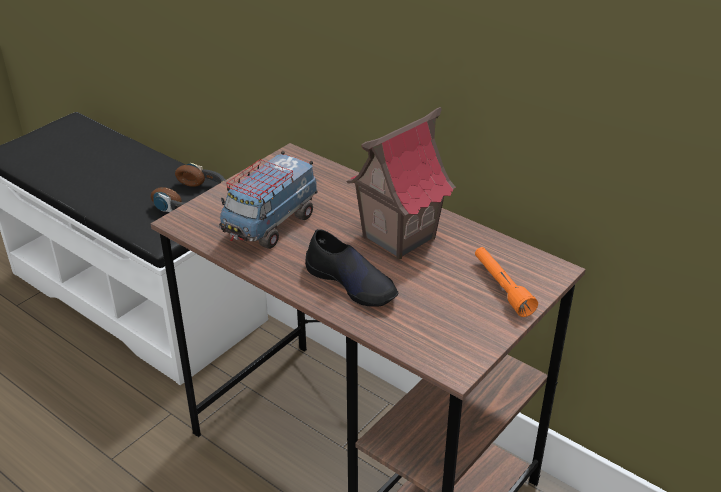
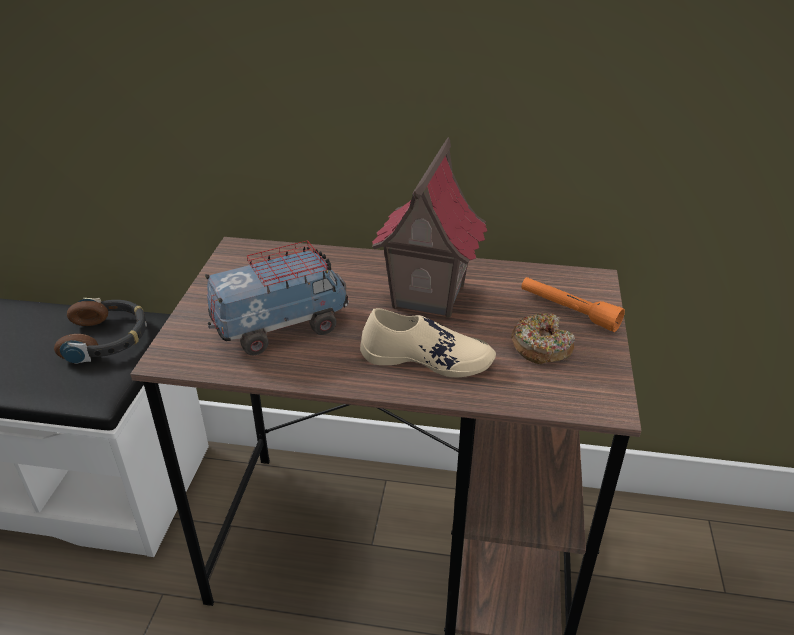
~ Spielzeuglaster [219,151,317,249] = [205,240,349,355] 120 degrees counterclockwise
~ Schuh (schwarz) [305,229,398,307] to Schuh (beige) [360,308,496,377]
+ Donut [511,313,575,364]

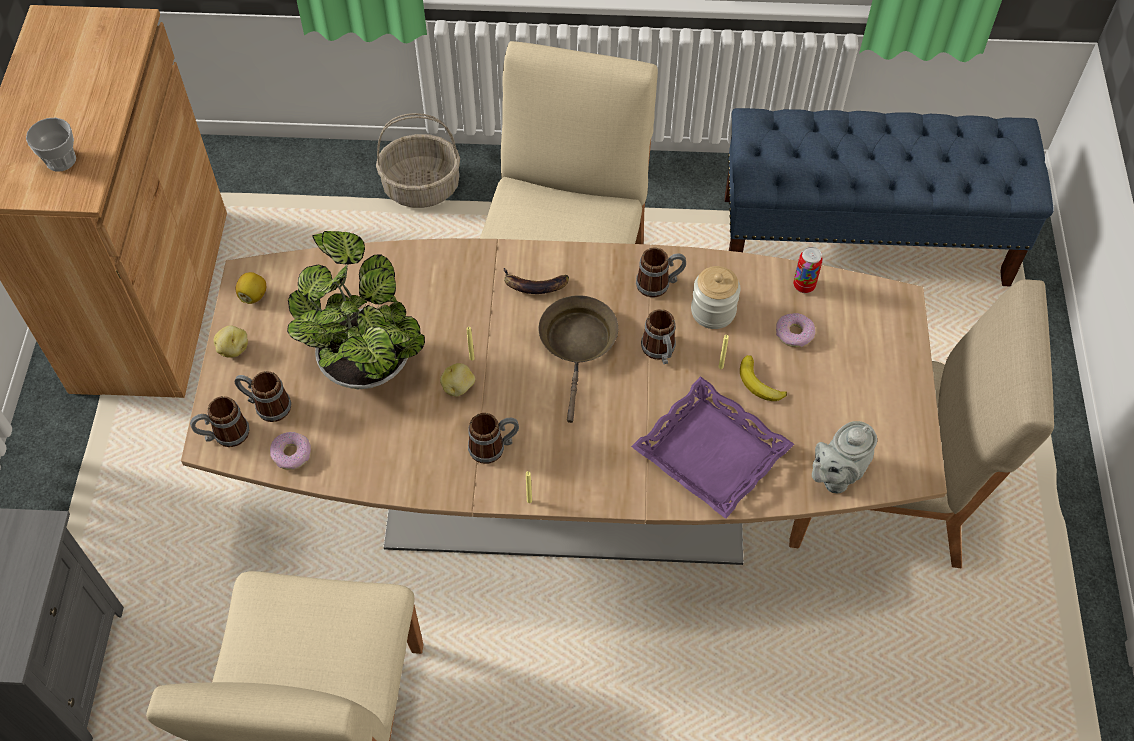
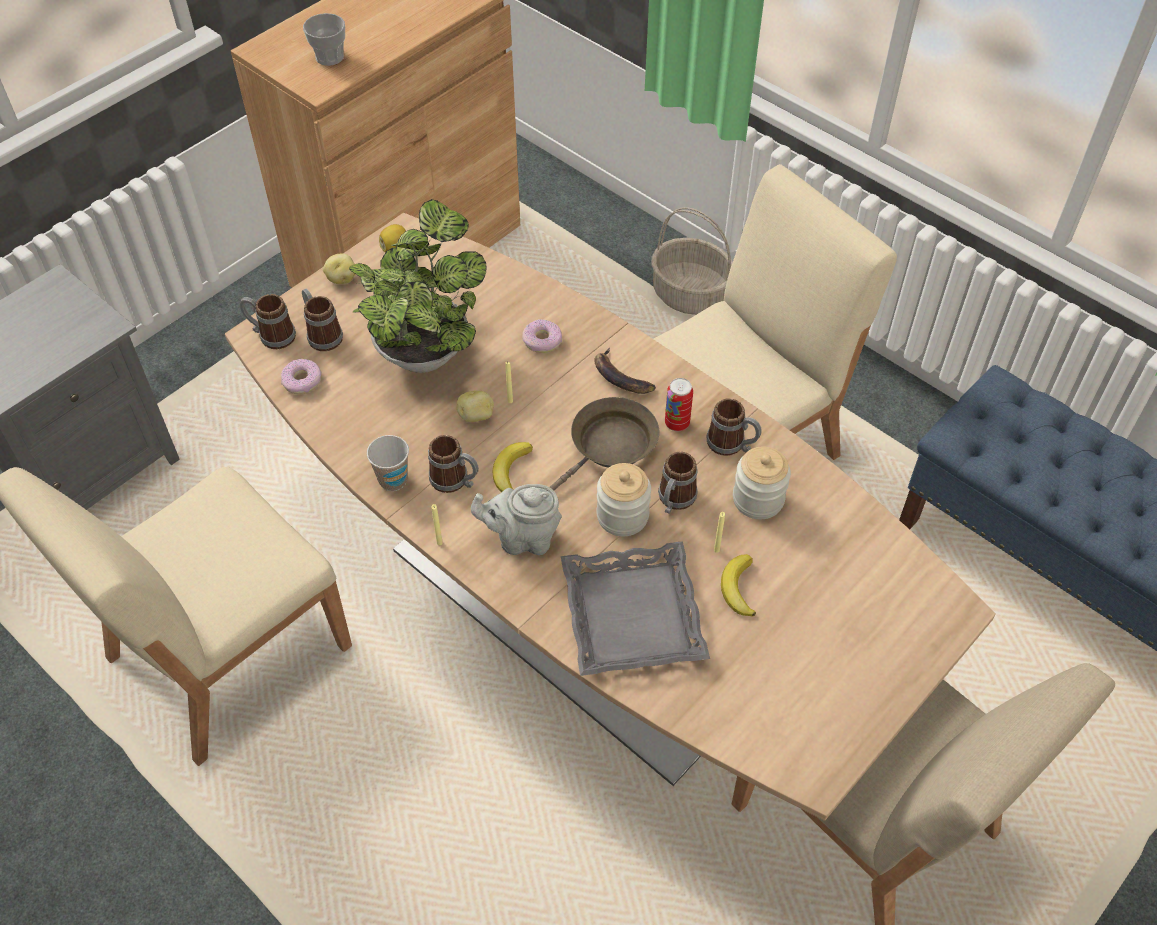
~ Tablett (lila) [631,376,794,519] to Tablett (grau) [561,541,710,676]
~ Donut [776,313,815,347] to [522,319,562,353]
~ Dose [793,247,823,293] to [665,378,693,431]
~ Teekanne (grau) [812,421,877,493] to [471,484,562,555]
+ Tasse [367,435,409,491]
+ Banane [493,442,533,492]
+ Vorratsglas [596,463,651,536]

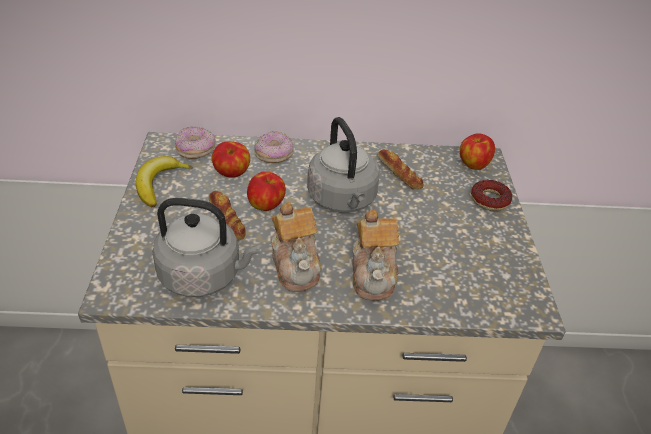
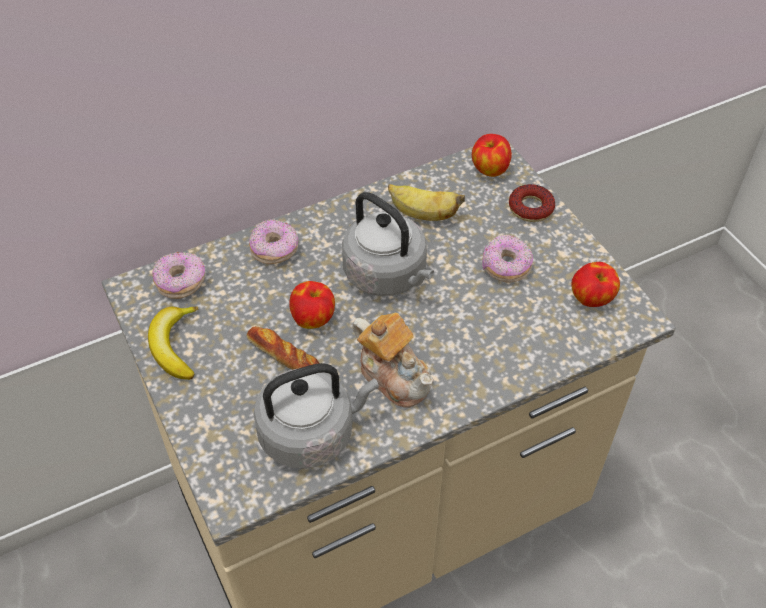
~ Apfel [212,141,250,178] to [571,262,620,307]
- Teekanne [352,210,399,301]
~ Brot [378,149,424,190] to Banane [388,184,465,221]
+ Donut [482,235,533,283]

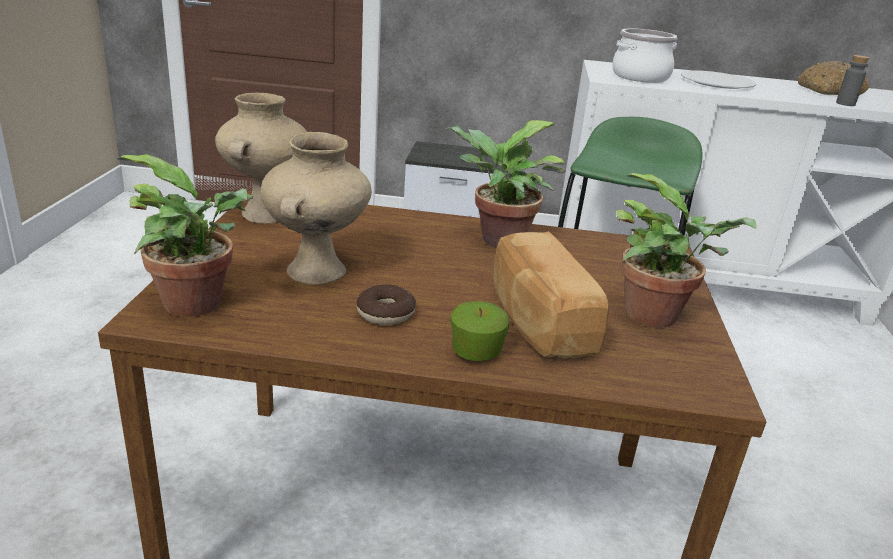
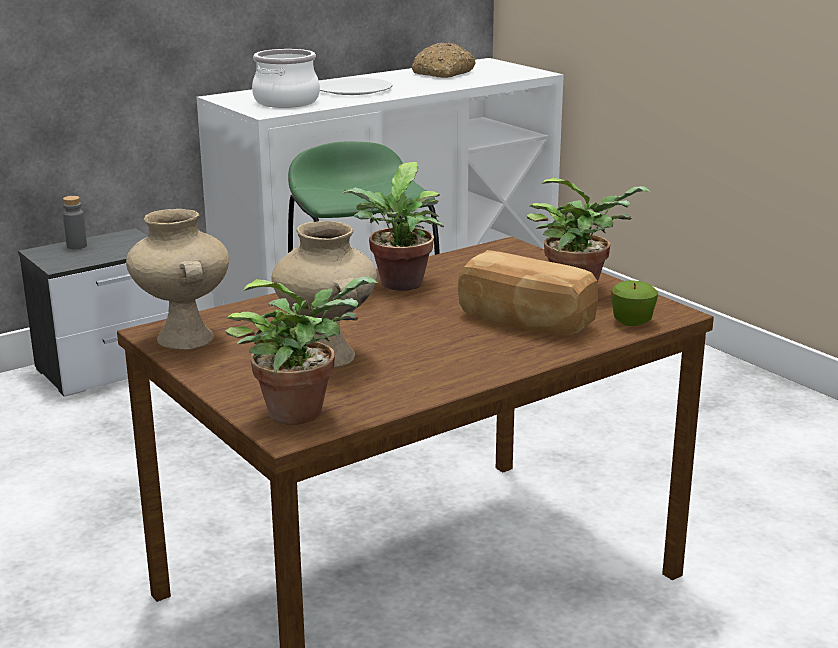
- Donut [356,284,416,325]
~ Apfel [451,301,510,361] to [611,281,658,326]
~ Flasche (grau) [836,55,869,106] to [63,196,87,249]

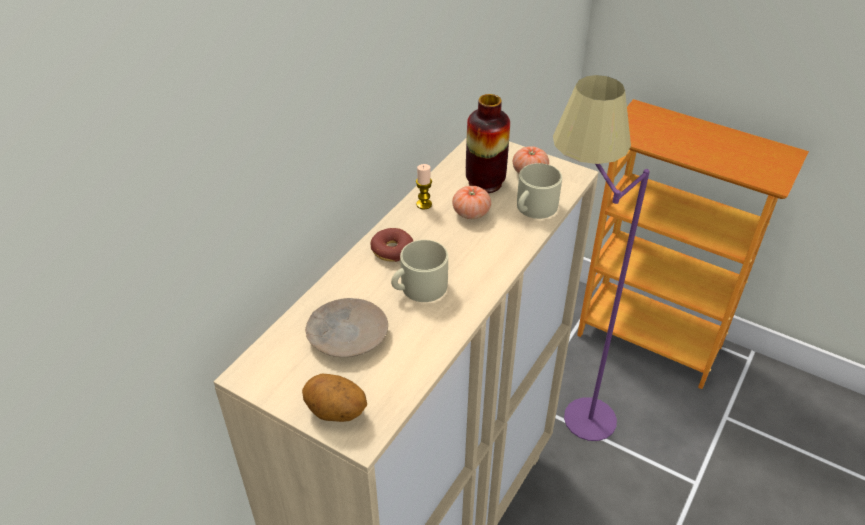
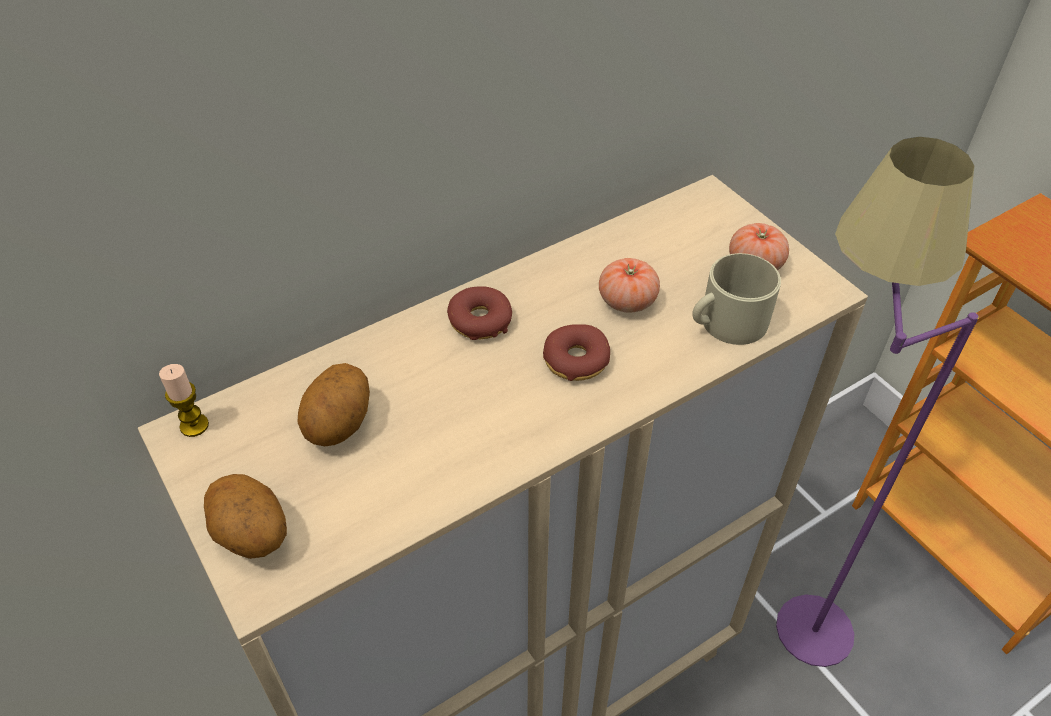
~ Teller (beige) [305,298,388,357] to Kartoffel [297,363,370,446]
- Henkelbecher (beige) [391,240,448,302]
~ Kerze [416,164,432,210] to [159,364,209,437]
- Vase [466,94,510,193]
+ Donut [543,324,610,381]

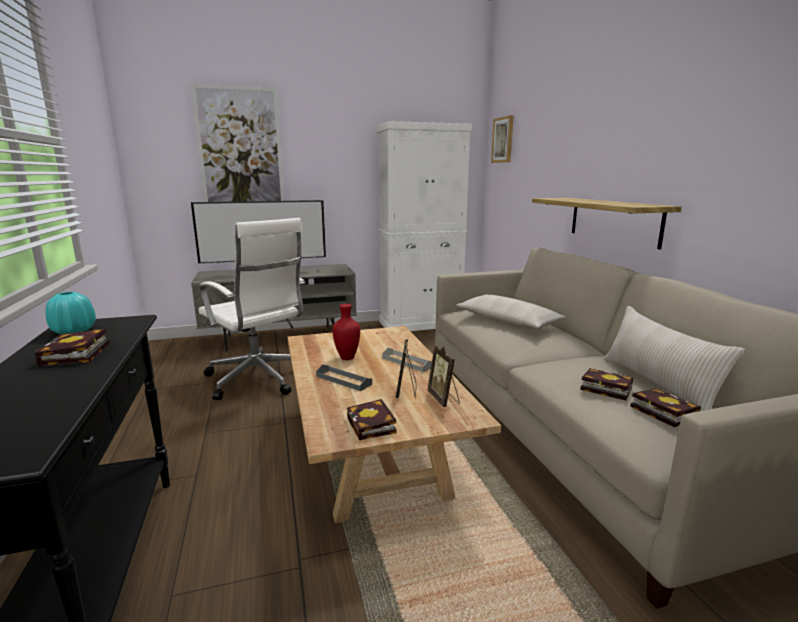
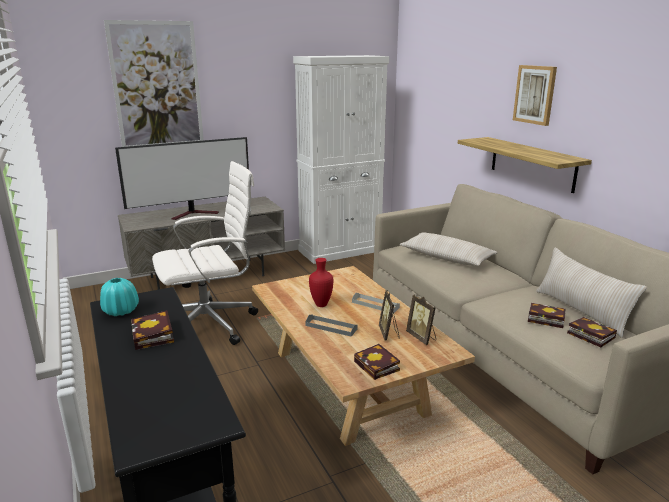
~ Bürostuhl (weiß) [198,218,305,400] = [152,161,258,345] 60 degrees counterclockwise
~ Bild [491,115,514,163] to [513,65,557,126]

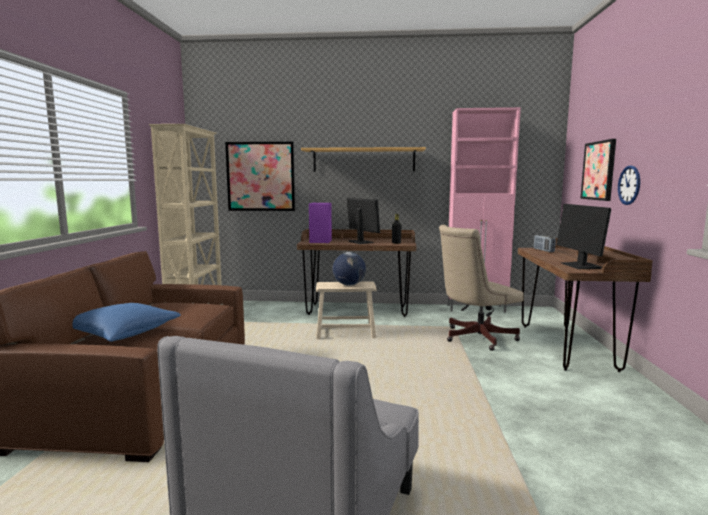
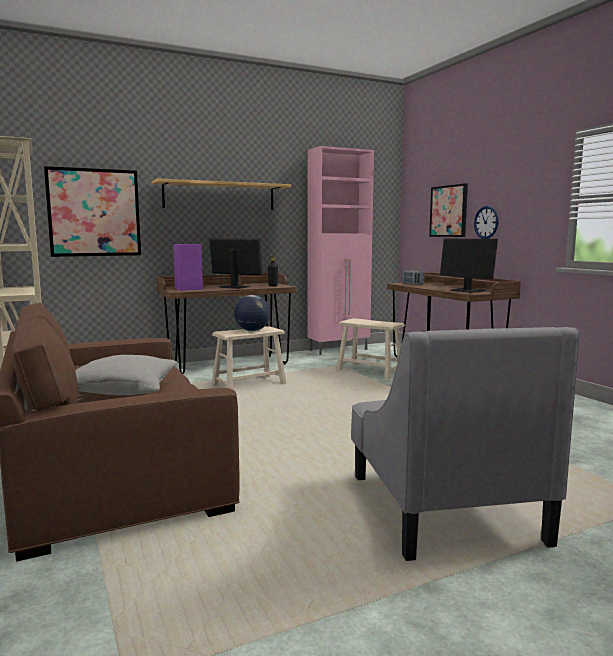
~ Kissen (blau) [72,303,181,342] to Kissen (grau) [75,355,177,395]
~ Bürostuhl (beige) [439,225,524,351] to Hocker (beige) [336,318,405,379]

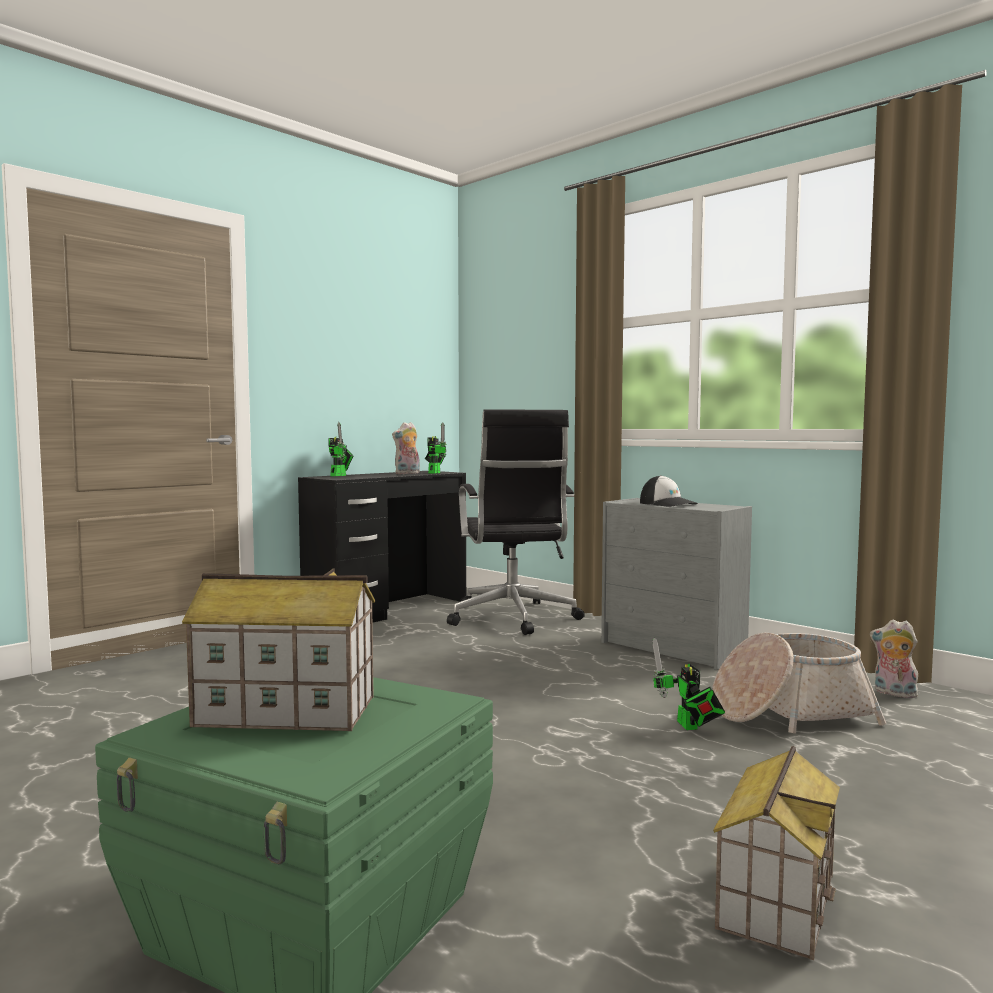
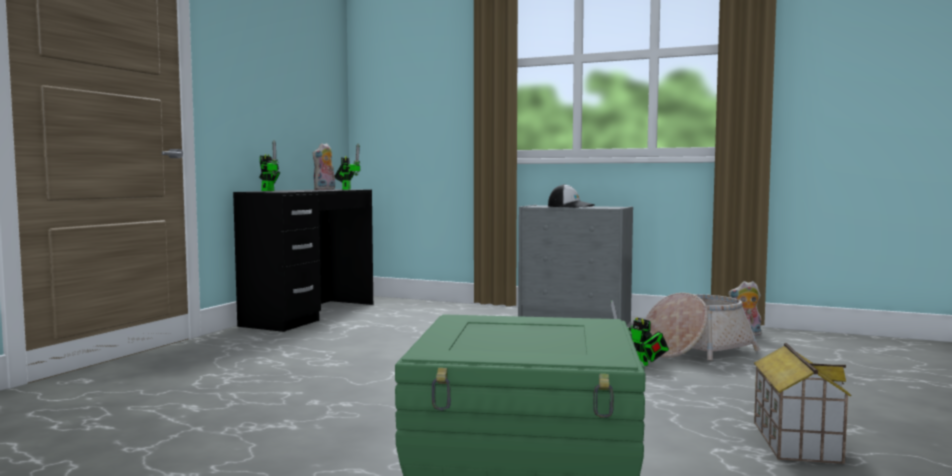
- Spielzeughaus [182,568,375,731]
- Bürostuhl (schwarz) [447,410,585,635]

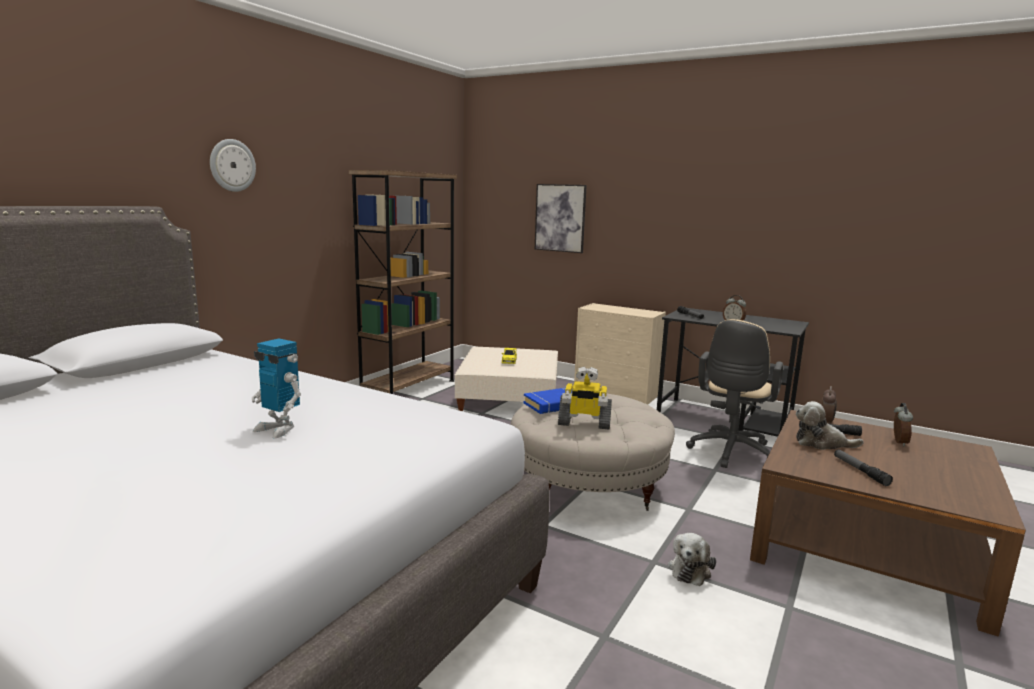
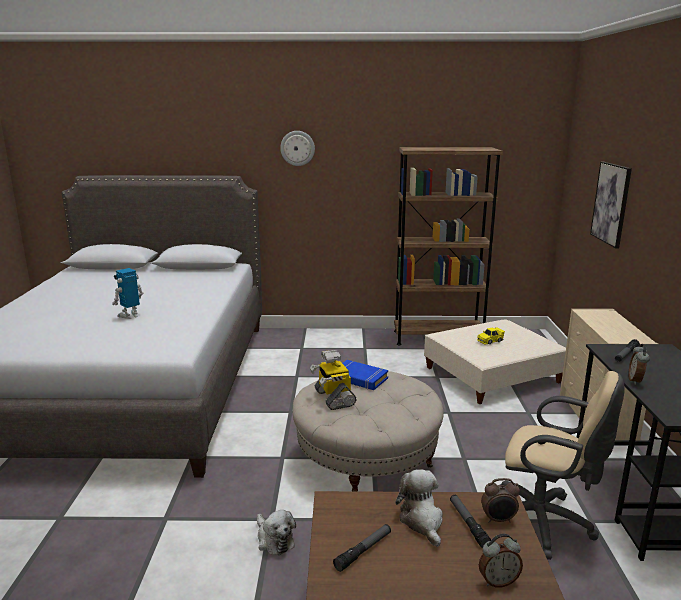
~ Spielzeugroboter [252,338,301,439] = [112,268,143,319] 45 degrees clockwise
~ Plüschtier [668,533,716,586] = [257,510,296,555] 120 degrees counterclockwise
~ Bürostuhl (beige) [686,319,783,468] = [500,371,625,560] 150 degrees counterclockwise

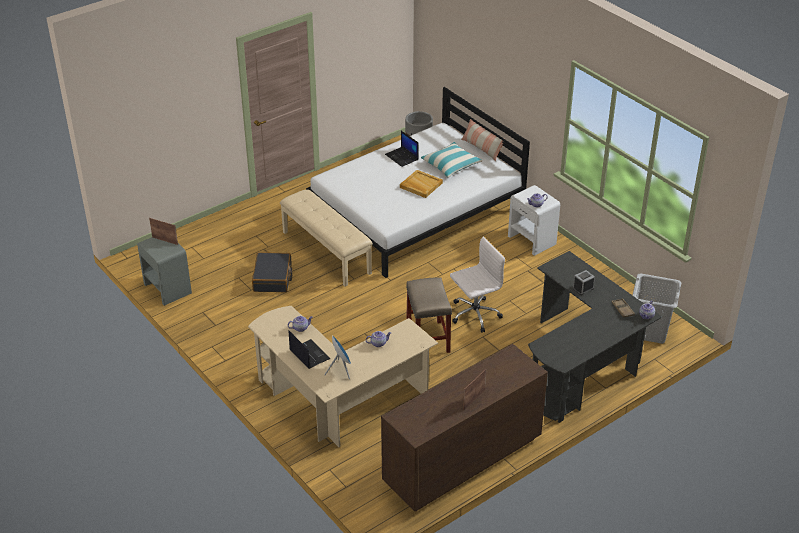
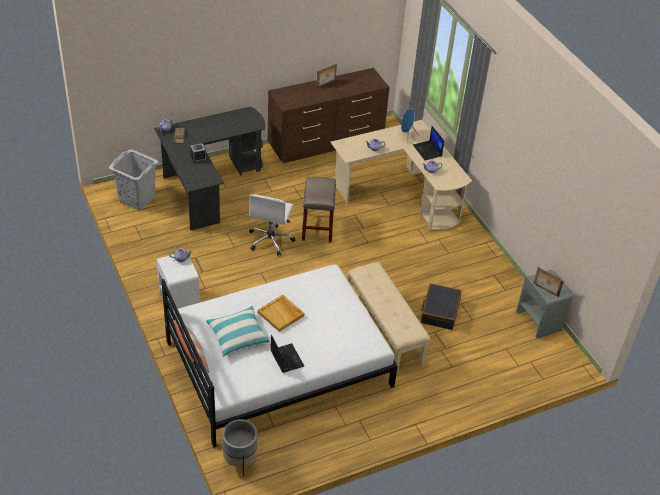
~ Bürostuhl (weiß) [450,237,505,333] = [249,194,295,256] 60 degrees counterclockwise

